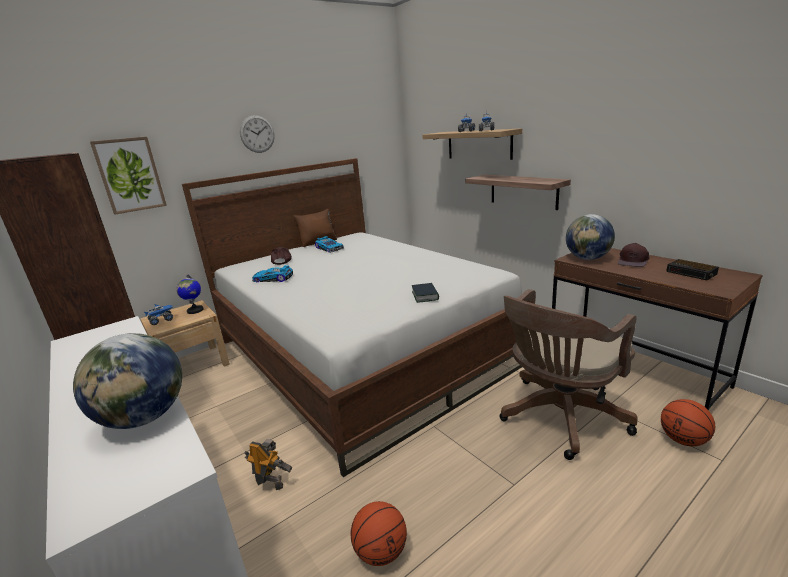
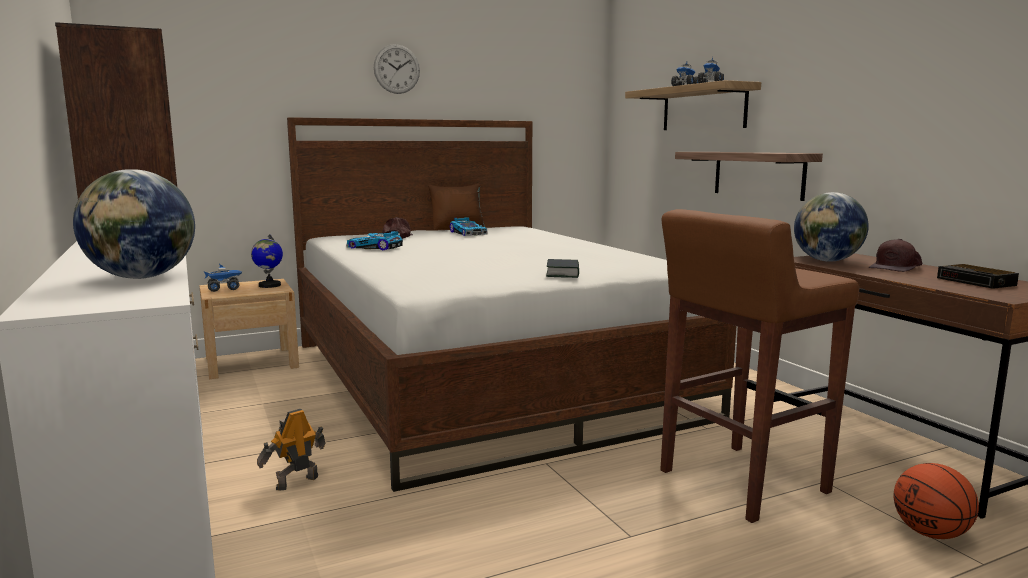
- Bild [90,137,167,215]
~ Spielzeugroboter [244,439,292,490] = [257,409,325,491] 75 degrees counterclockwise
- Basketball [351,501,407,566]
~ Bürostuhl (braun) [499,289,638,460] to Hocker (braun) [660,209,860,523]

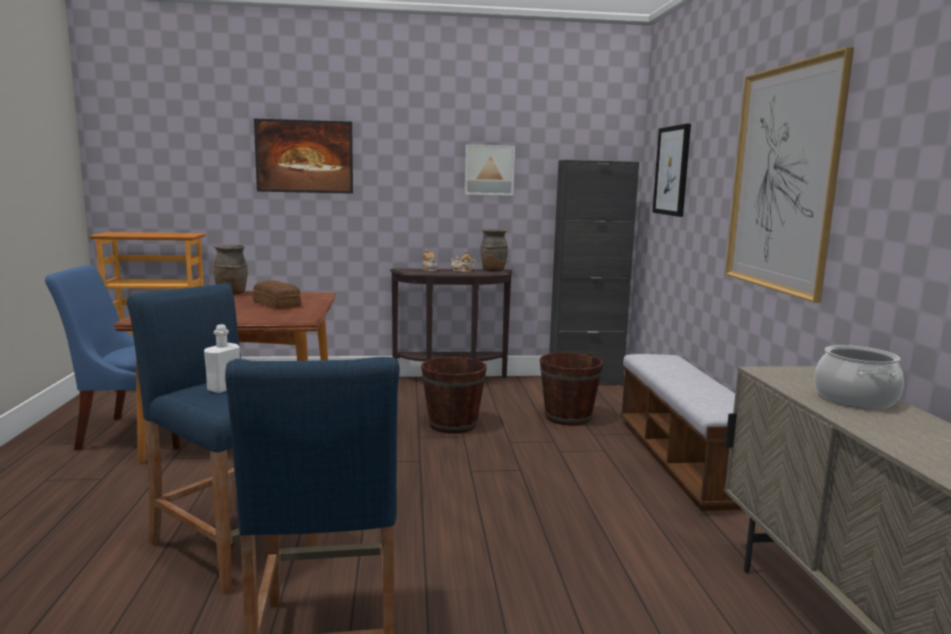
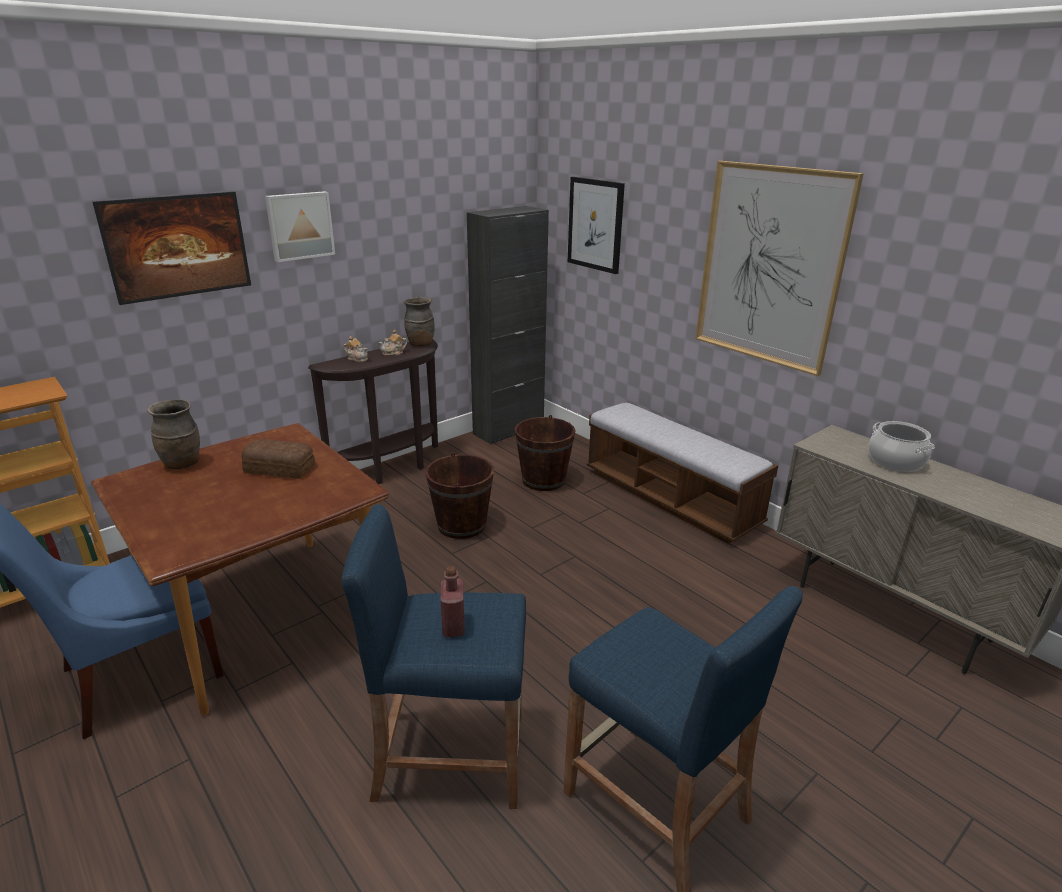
~ Flasche (weiß) [204,324,240,393] to Flasche (rot) [441,566,465,637]
~ Bild [465,144,515,195] to [265,191,335,262]

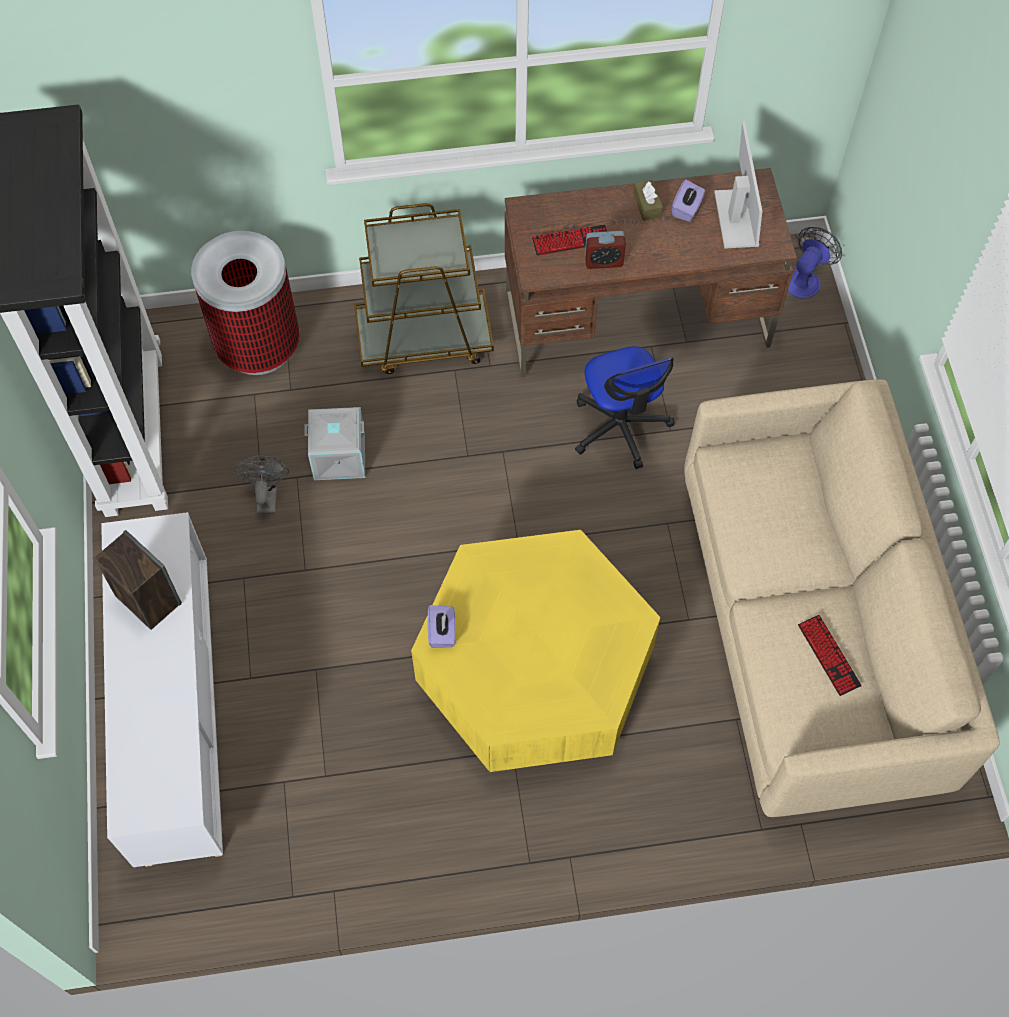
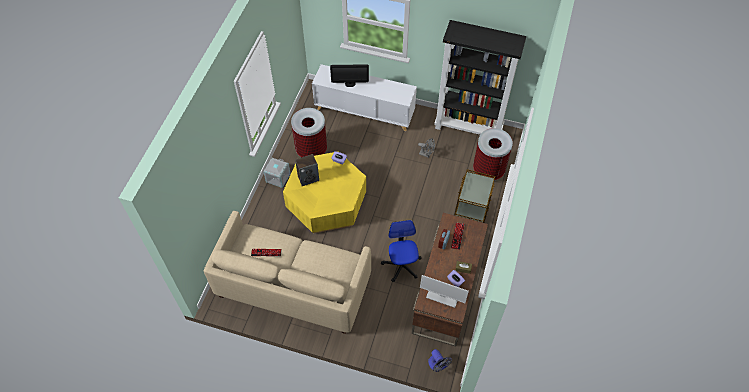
~ Lautsprecher [94,530,182,630] to [295,154,319,186]
~ Aufbewahrungsbox (grau) [304,407,365,480] to [263,158,291,188]
~ Bürostuhl [575,346,675,469] = [381,220,422,282] 75 degrees clockwise
+ Mülleimer [291,108,327,157]
+ Monitor [330,64,369,87]

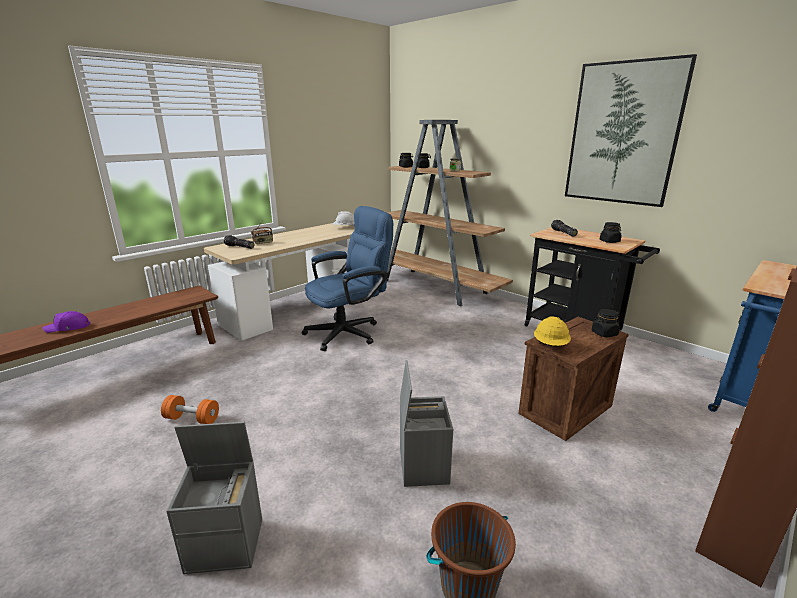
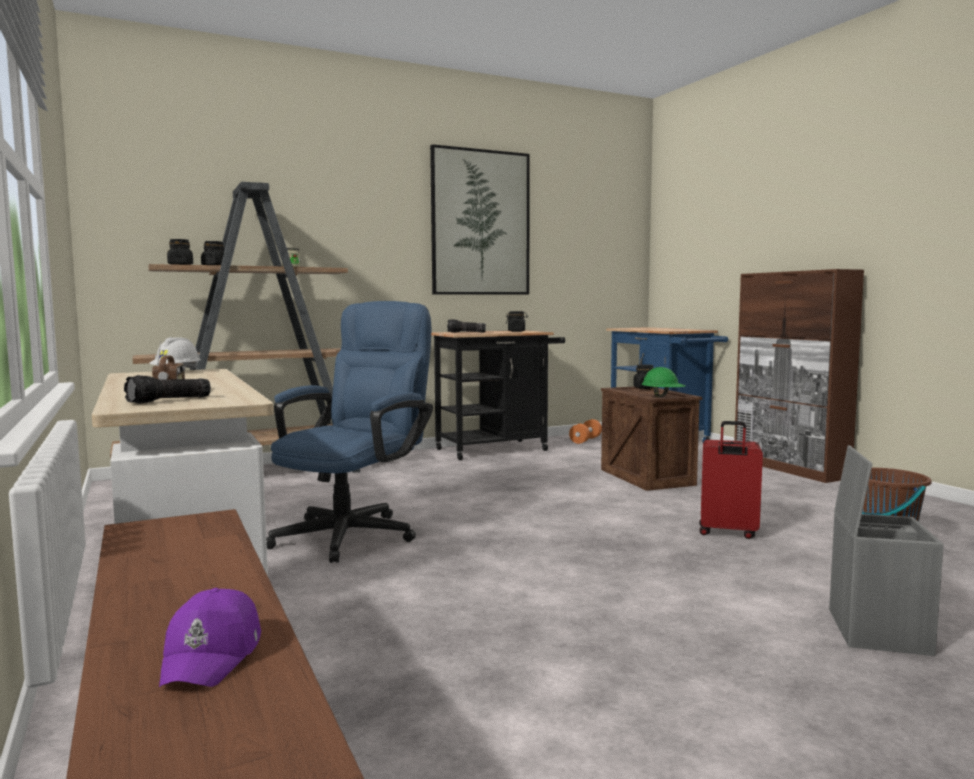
~ Hantel (orange) [161,395,219,424] to [569,419,602,444]
~ Bürostuhl (blau) [302,206,393,351] = [266,301,433,563] 45 degrees clockwise
~ Aufbewahrungsbox (grau) [400,360,453,487] to Koffer (rot) [699,421,763,539]
~ Schutzhelm (gelb) [534,317,571,346] to Schutzhelm (grün) [642,367,686,397]

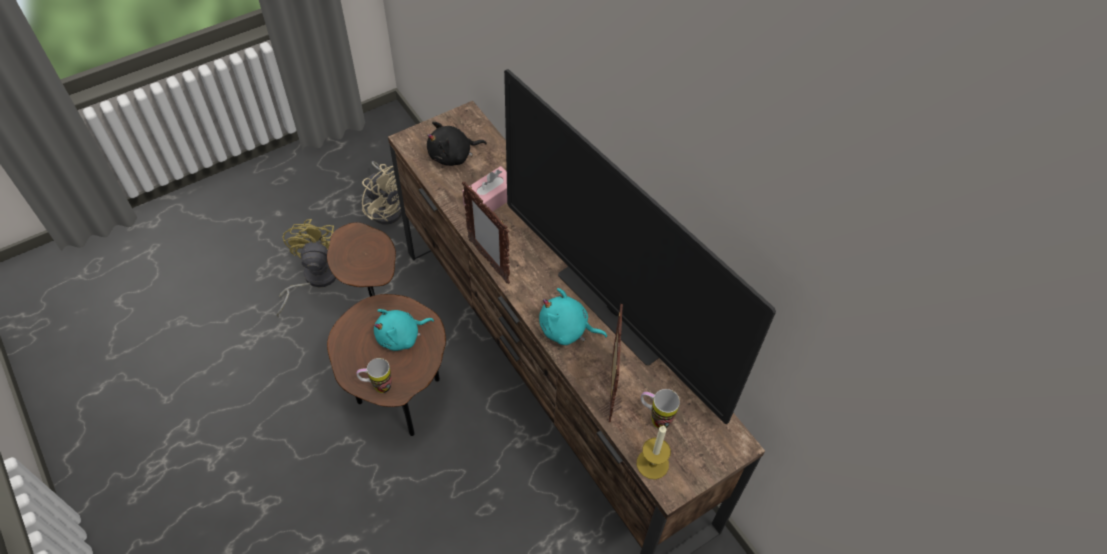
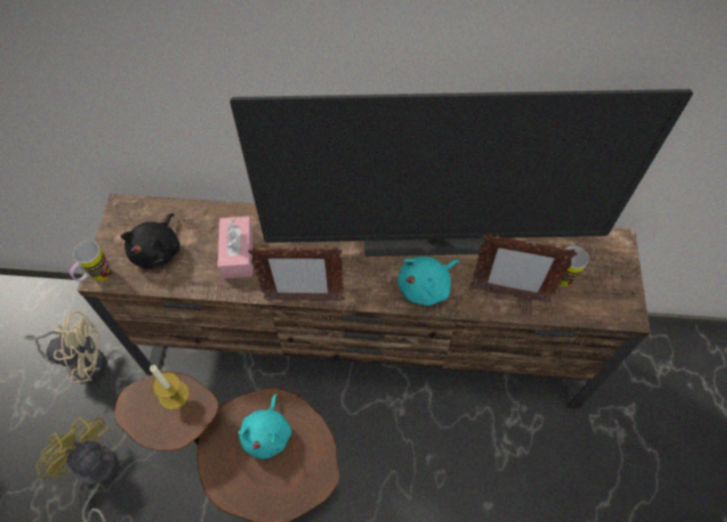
~ Henkelbecher [356,358,391,393] to [70,241,111,282]
~ Bilderrahmen [609,304,623,422] = [471,234,577,303] 150 degrees clockwise
~ Kerze [637,426,671,479] to [150,365,189,410]

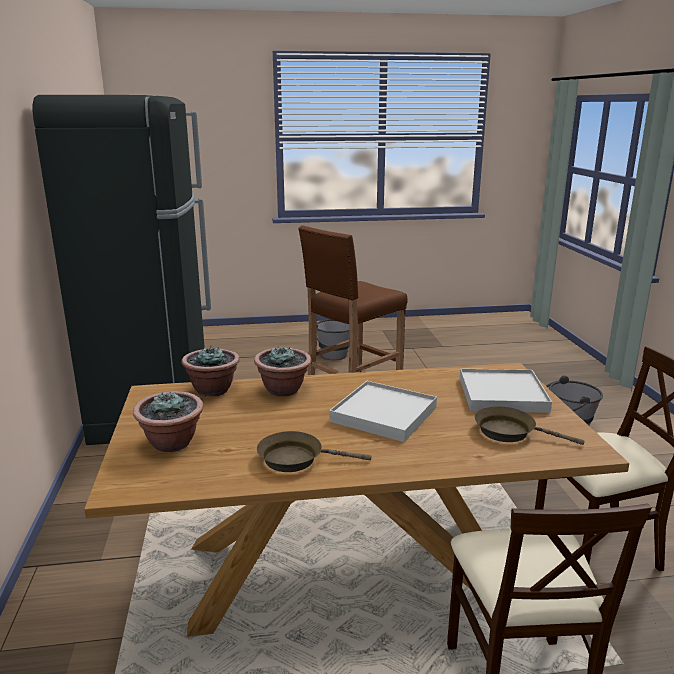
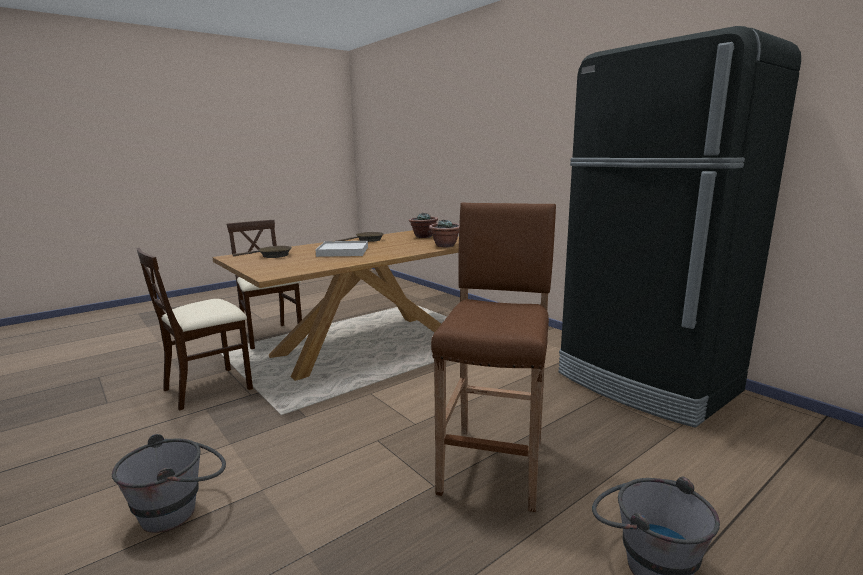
- Topfpflanze [254,346,312,397]
- Tablett (weiß) [460,368,552,413]

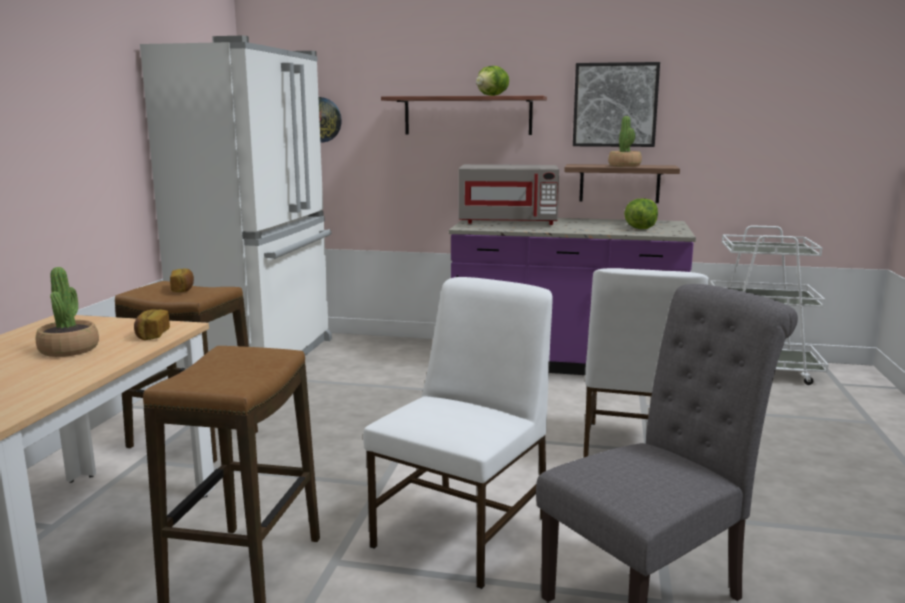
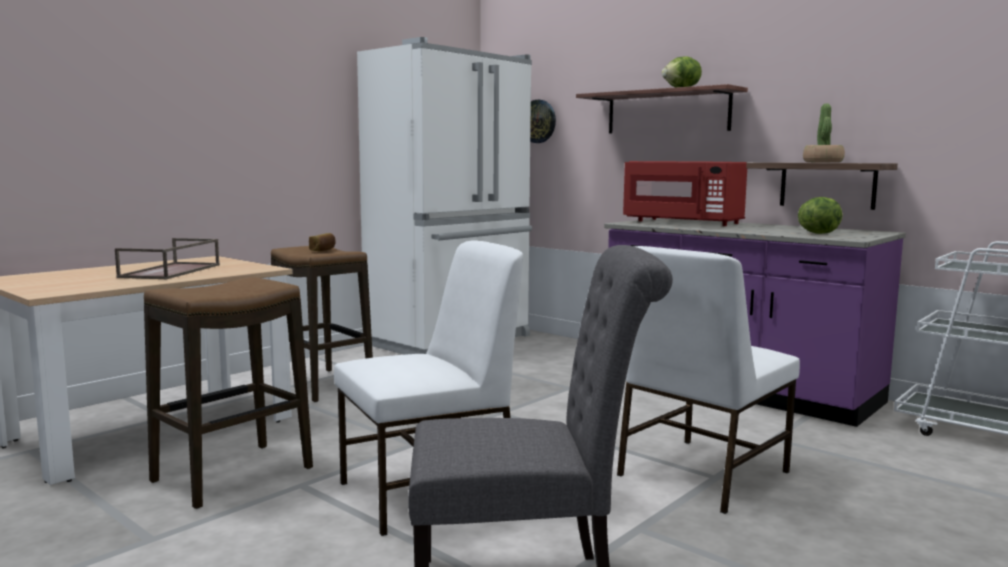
~ Topfpflanze [36,267,99,357] to Tablett (braun) [115,238,220,279]
- Brot [134,309,170,340]
~ Mikrowelle (grau) [458,164,559,225] to Mikrowelle (rot) [623,161,747,226]
- Bild [573,62,660,147]

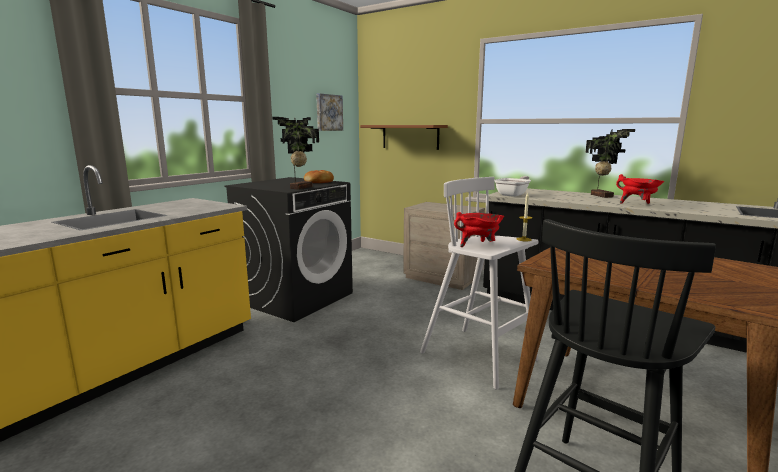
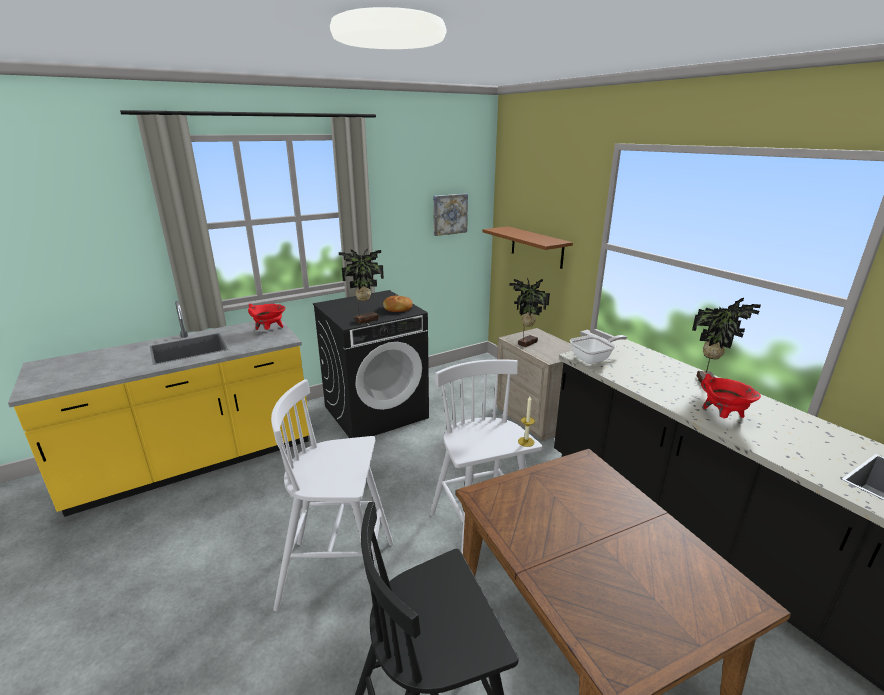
~ Kochtopf (rot) [454,212,504,247] to [248,304,286,330]
+ Hocker (weiß) [271,379,394,611]
+ Topfpflanze [509,277,550,347]

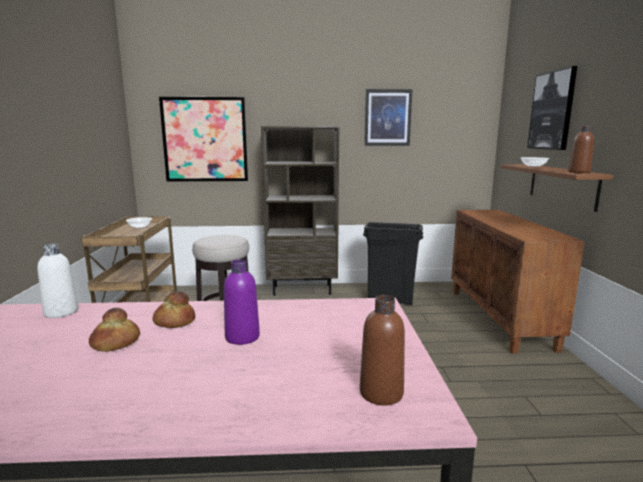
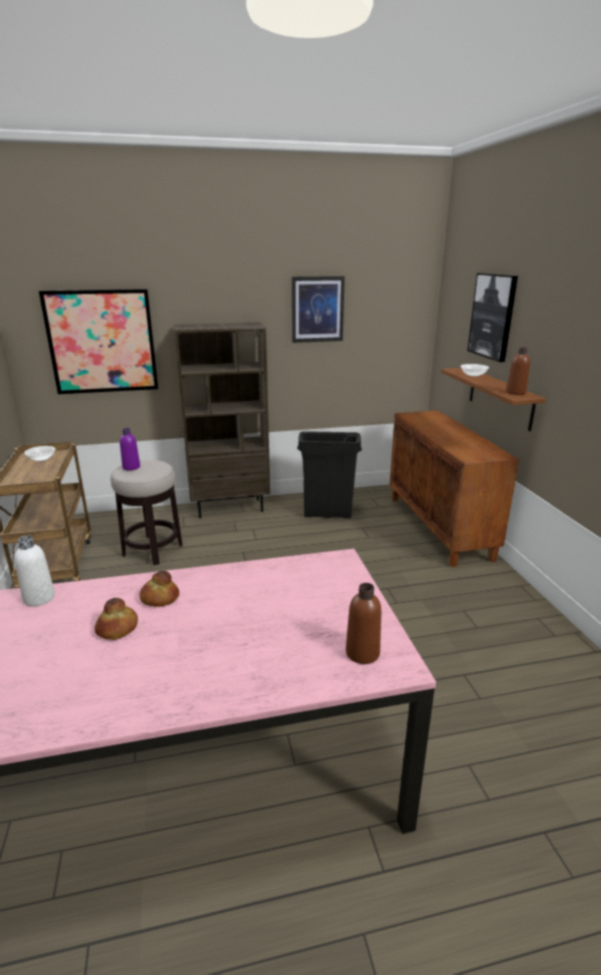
~ Flasche (lila) [224,259,260,345] to [120,428,140,470]

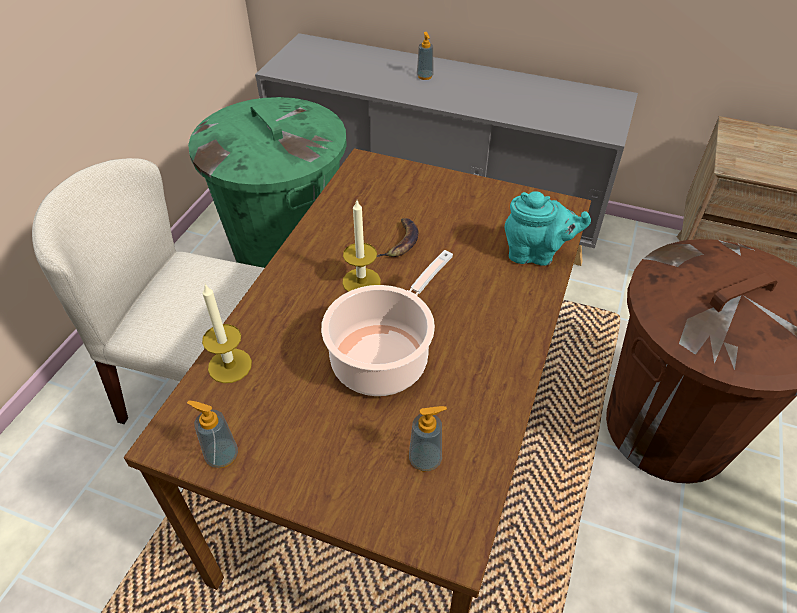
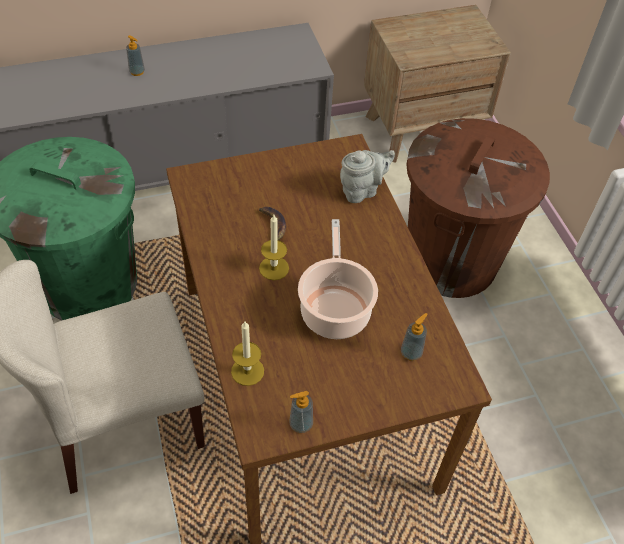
~ Teekanne (türkis) [505,191,591,266] to Teekanne (grau) [340,150,395,203]

